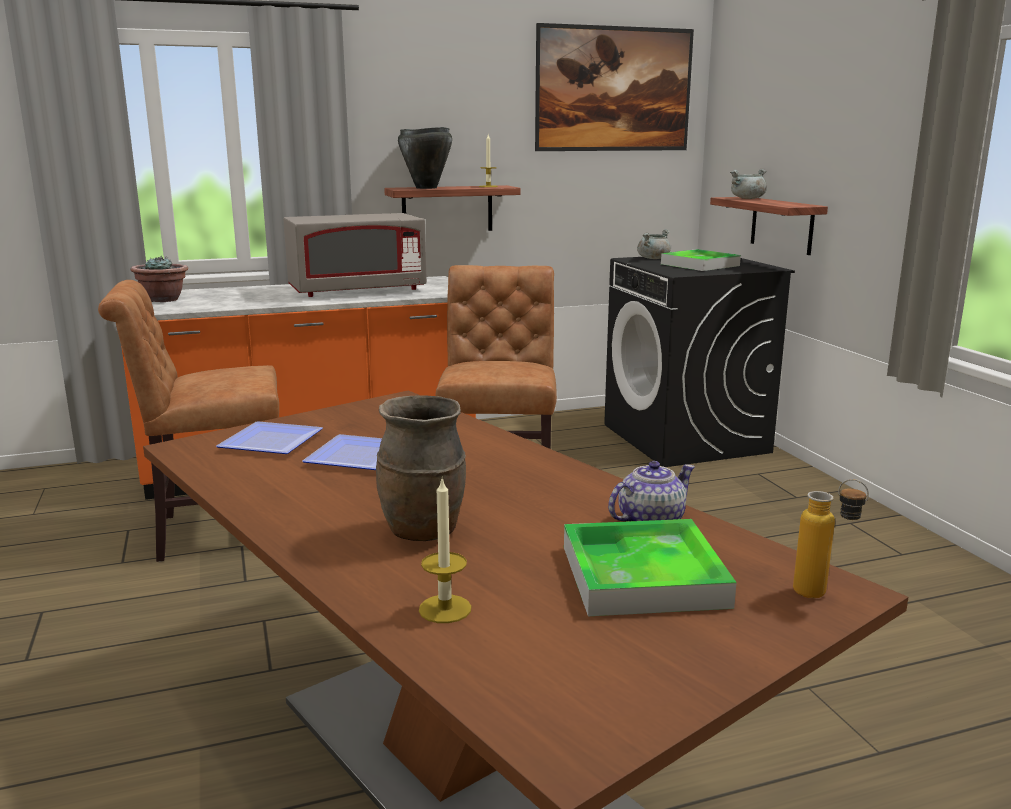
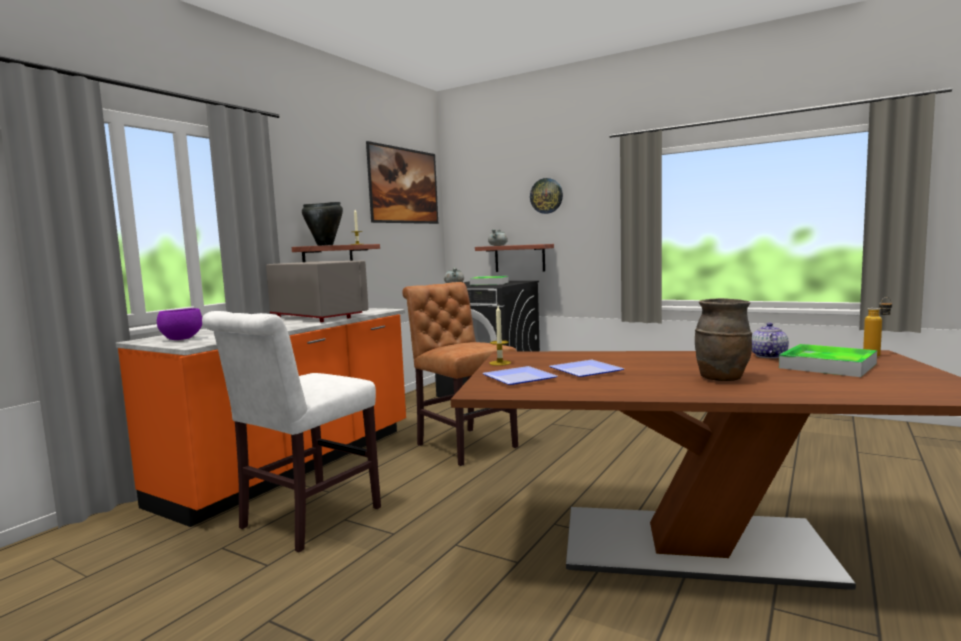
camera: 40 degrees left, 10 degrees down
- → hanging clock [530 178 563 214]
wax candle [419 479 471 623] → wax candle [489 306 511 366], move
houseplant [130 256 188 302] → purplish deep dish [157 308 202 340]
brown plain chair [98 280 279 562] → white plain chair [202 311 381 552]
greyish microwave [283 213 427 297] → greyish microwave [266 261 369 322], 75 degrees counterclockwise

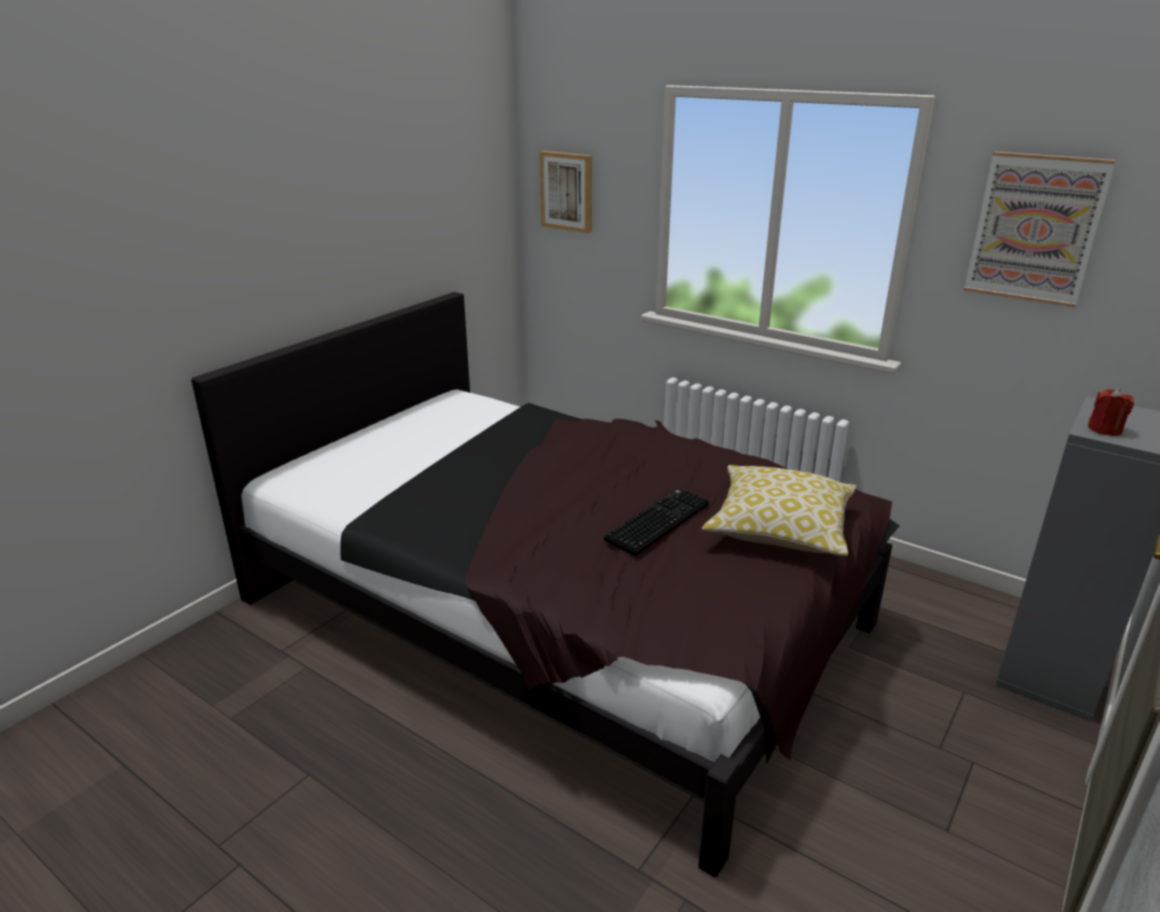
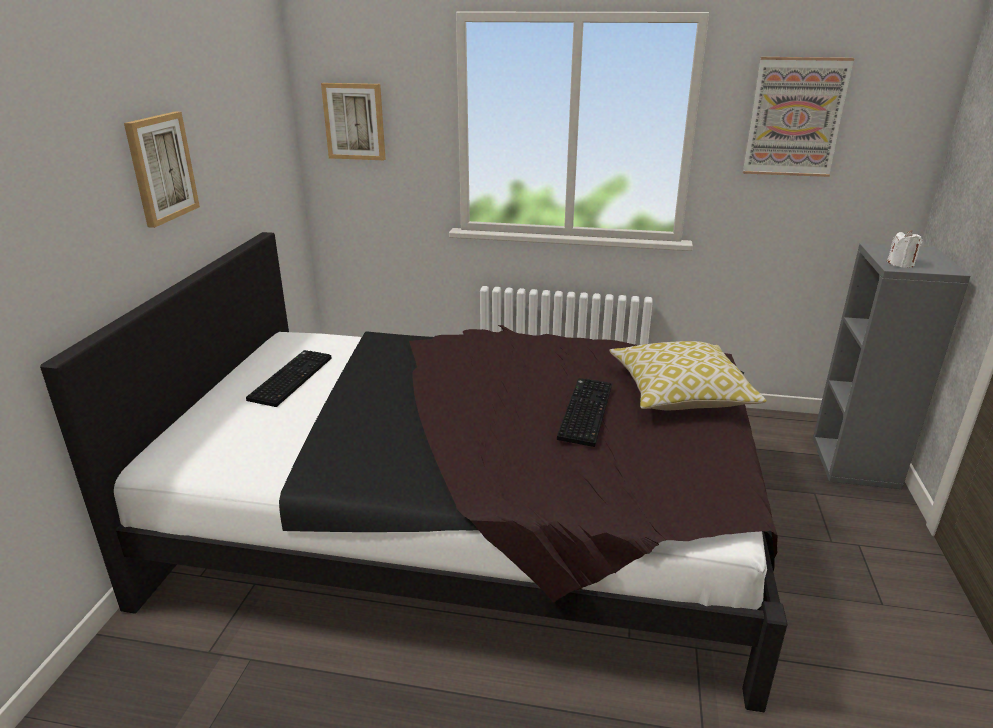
camera: 25 degrees left, 0 degrees up
- → wall picture [124 112 200 228]
- → PC keyboard [246 350 332 407]
red wax candle [1088 388 1134 436] → white wax candle [887 230 923 268]

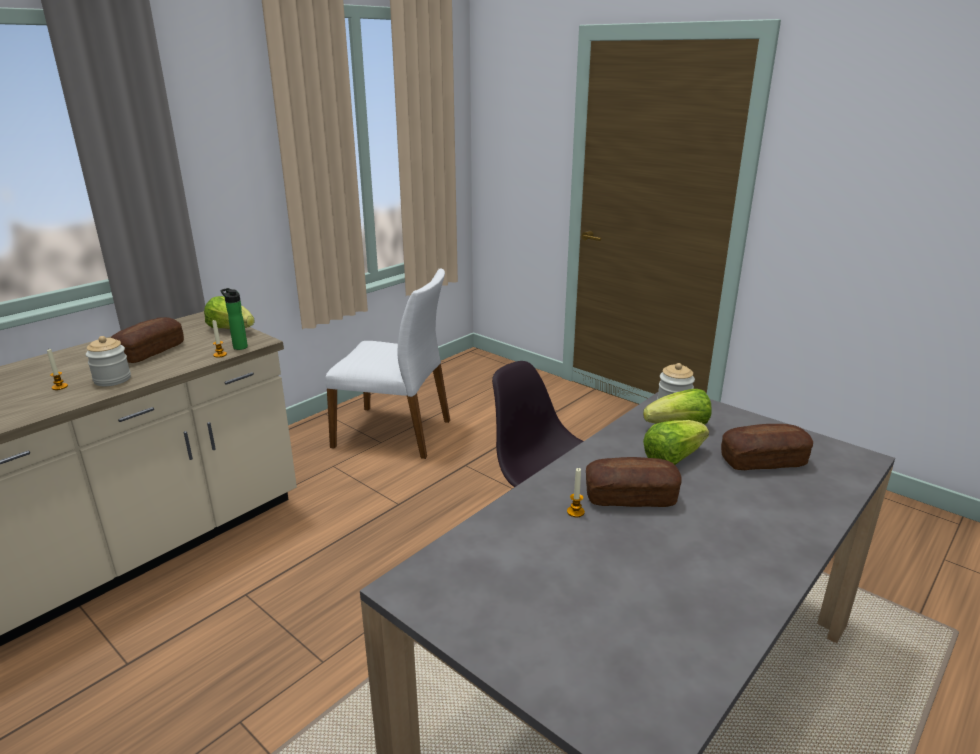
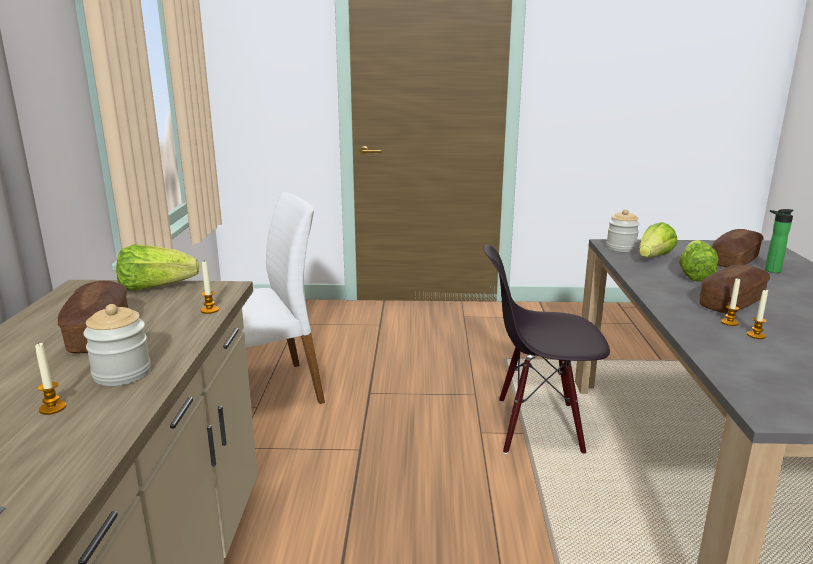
camera: 40 degrees left, 5 degrees down
- → wax candle [747 289 768 339]
bottle [220 288 248 350] → bottle [765 209 794 273], move

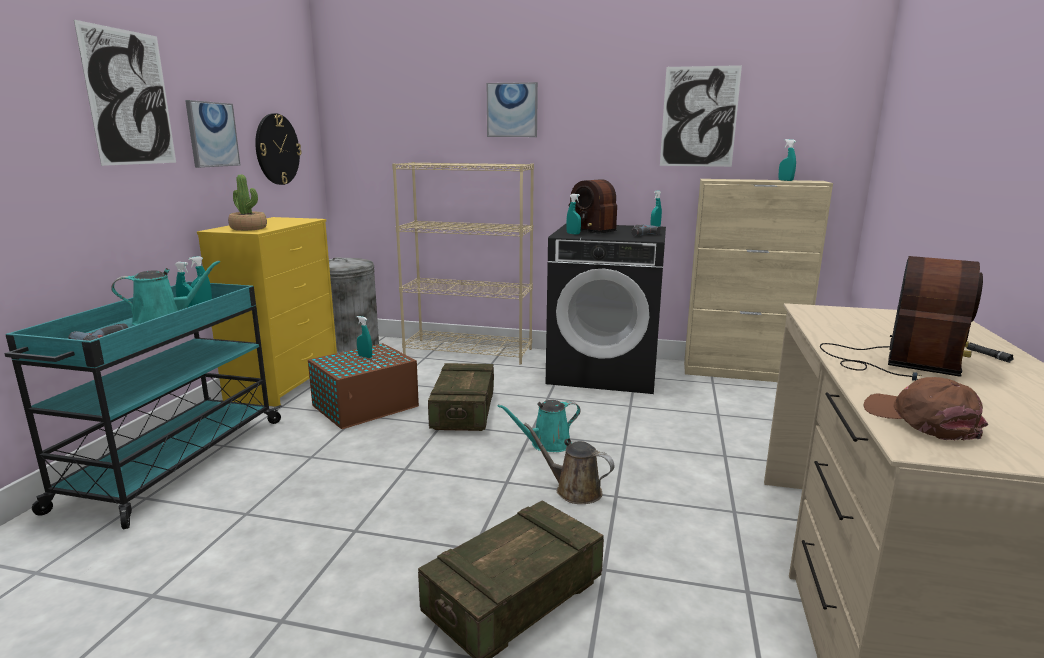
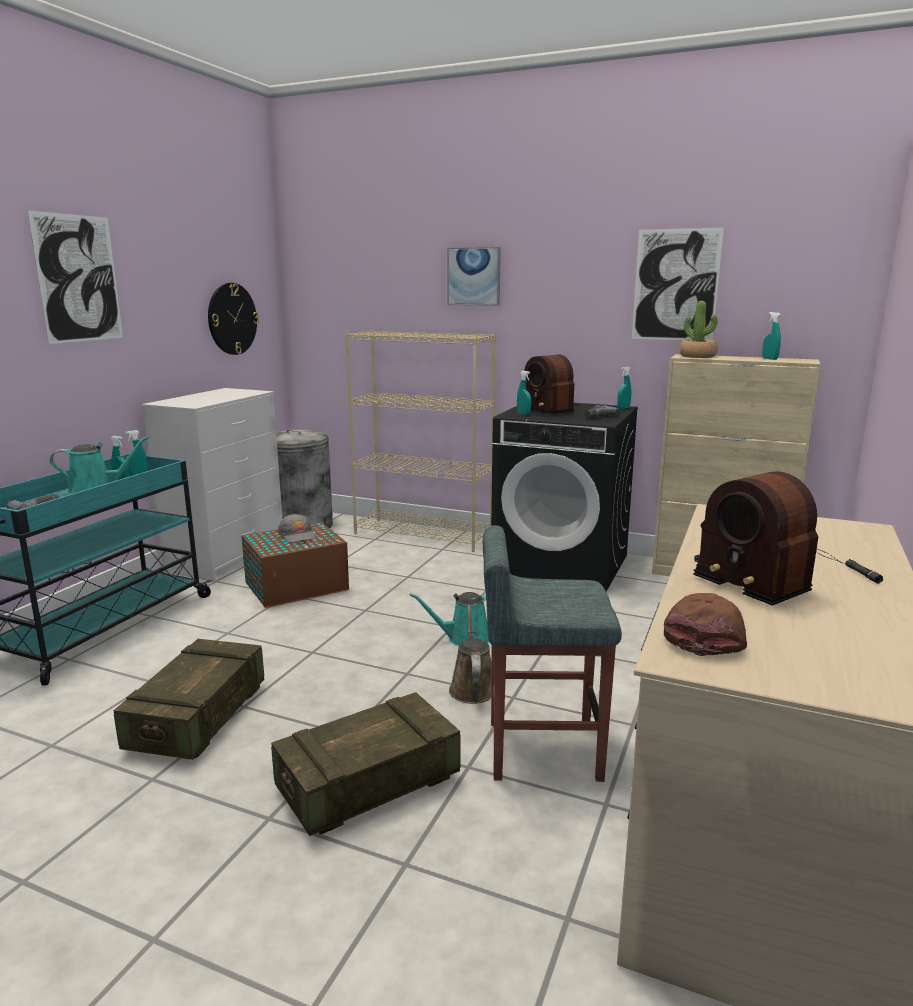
camera: 10 degrees right, 0 degrees up
wall picture [185 100 240 168] → -
- → greyish stool seat [483 525 622 782]
houseplant [228 175 267 231] → houseplant [680 301 718 358], move
shipping crate [428 363 494 431] → shipping crate [113 639 264 760], move
turquoise-coloured spray bottle [357 316 372 358] → greyish baseball cap [278 513 315 543]
yellowish chest of drawers [197 217 337 407] → white chest of drawers [142 388 282 581]
brown sprinkling can [524 423 615 504] → brown sprinkling can [449 606 491 704], 45 degrees clockwise
radio set [820 256 983 381] → radio set [693 471 819 606], 105 degrees clockwise
brown baseball cap [864 377 988 441] → brown baseball cap [664 593 747 656], 45 degrees clockwise

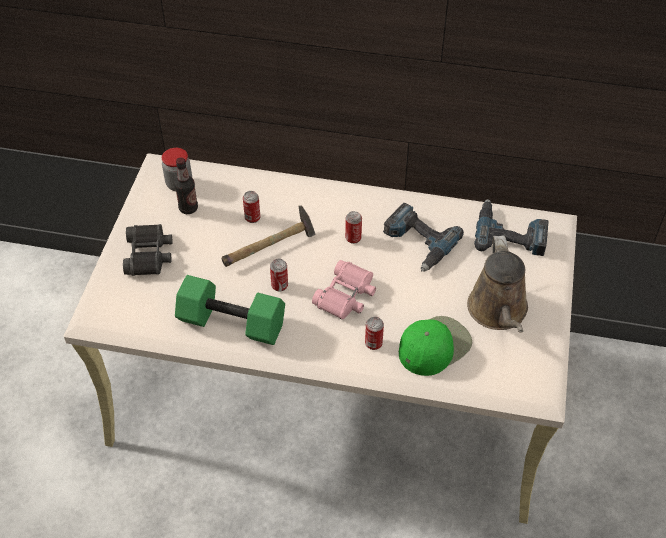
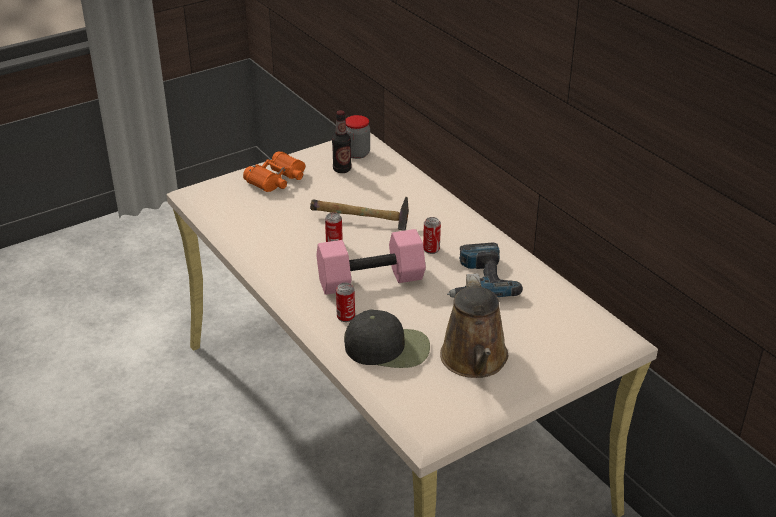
camera: 45 degrees right, 15 degrees down
green-coloured hand weight [175 275 285 345] → -
metal can [243 191 260 223] → -
electric drill [474 199 549 256] → -
pink-coloured binoculars [312 260 376 319] → pink-coloured hand weight [316 229 426 295]
black-coloured binoculars [123 224 172 276] → orange-coloured binoculars [243 152 305 192]
green-coloured baseball cap [399 316 472 376] → black-coloured baseball cap [344 310 430 368]
brown sprinkling can [467 235 528 333] → brown sprinkling can [440 273 508 378], 45 degrees counterclockwise

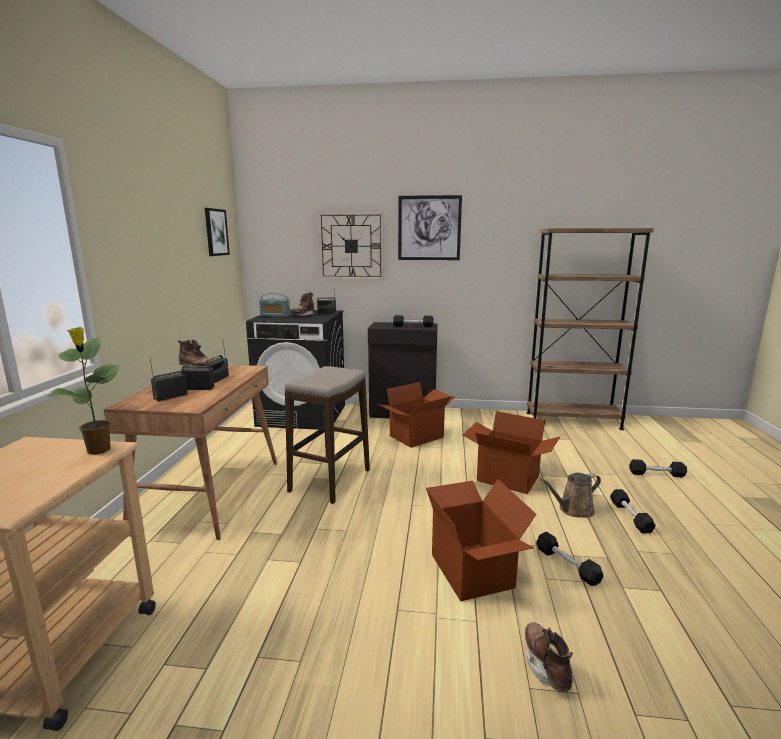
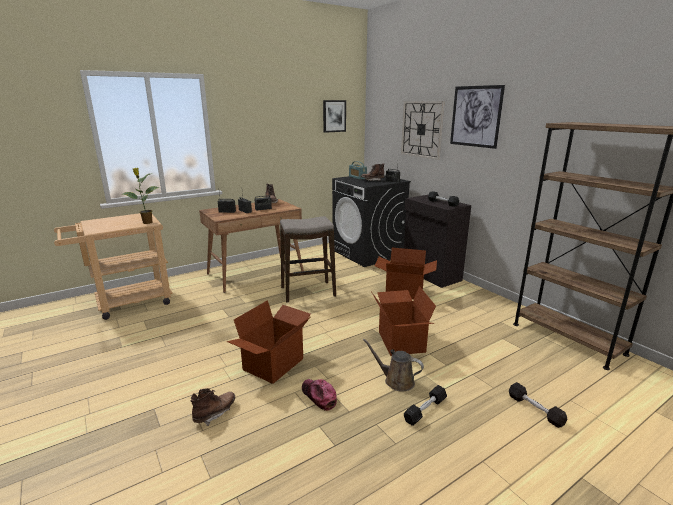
camera: 50 degrees right, 5 degrees up
black-coloured hand weight [536 532 604 586] → baseball cap [302 379 337 411]

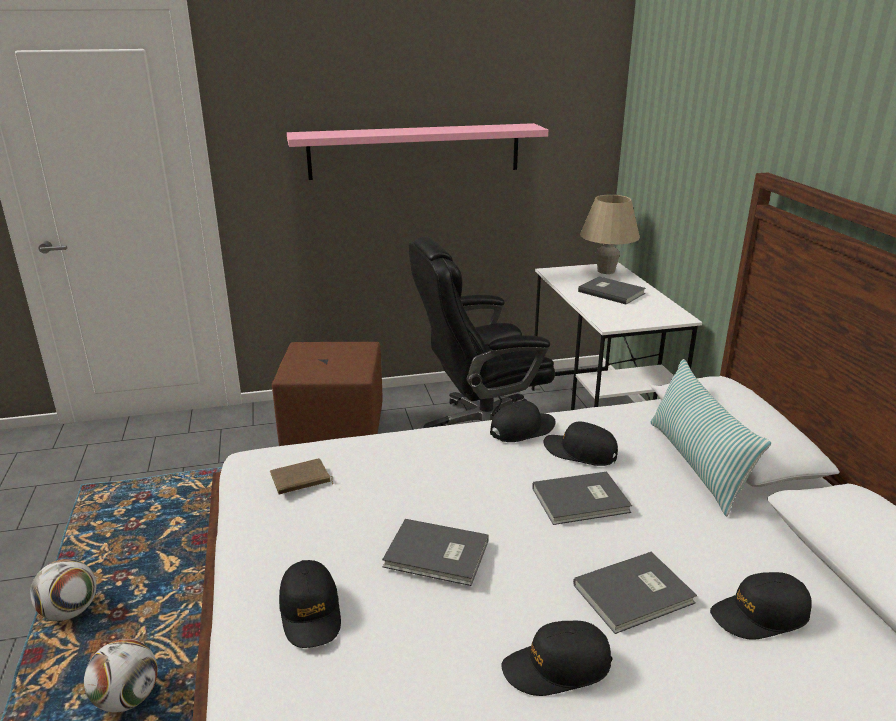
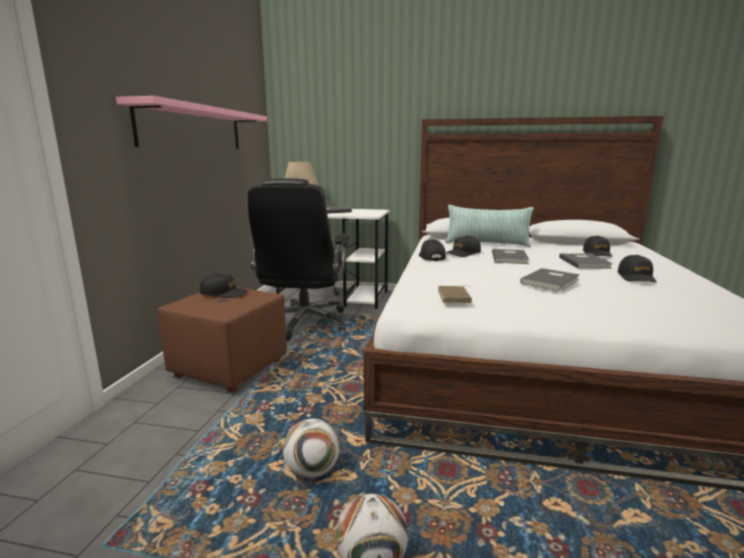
camera: 65 degrees left, 10 degrees down
football [84 639 158 712] → football [283 419 339 478], move
black-coloured baseball cap [279 560 341 648] → black-coloured baseball cap [200 274 248 298], move

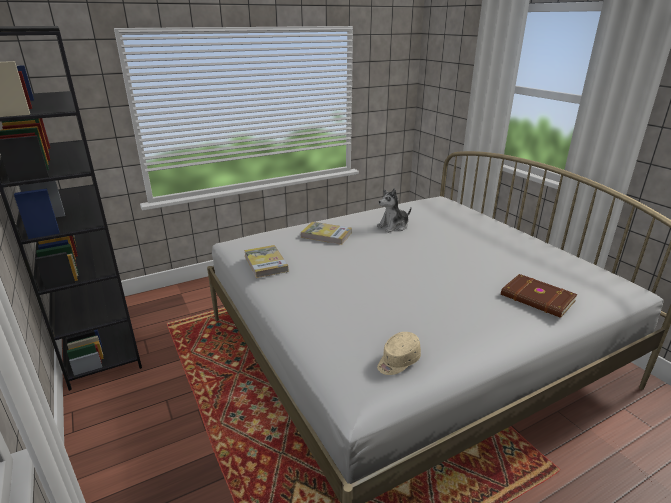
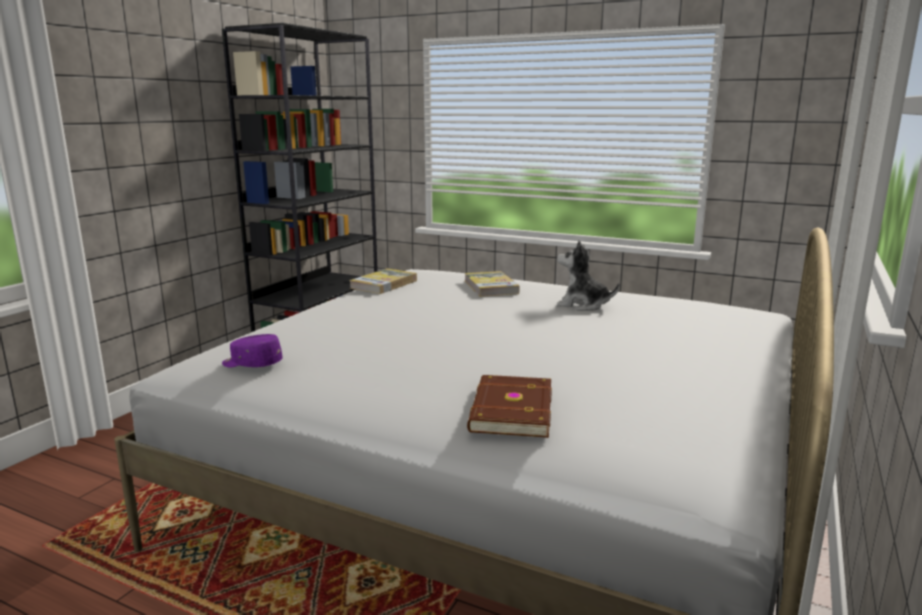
camera: 55 degrees right, 10 degrees down
sand-coloured baseball cap [377 332 421 375] → purplish baseball cap [222 334 283 368]

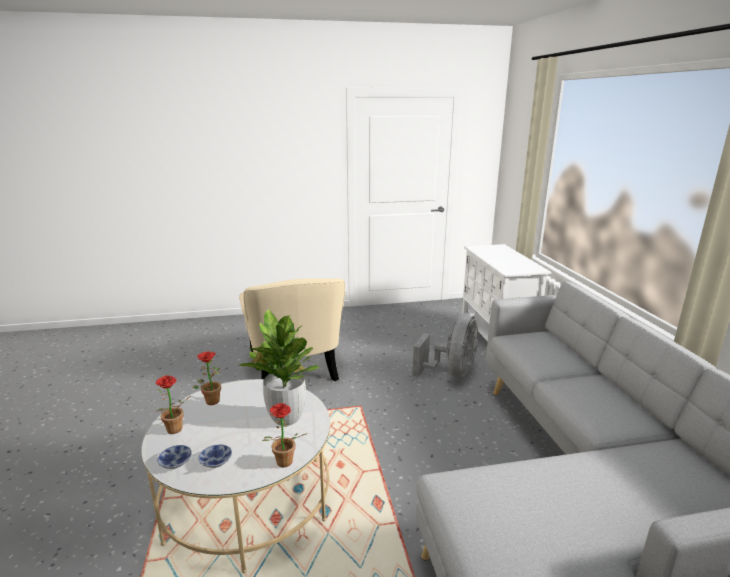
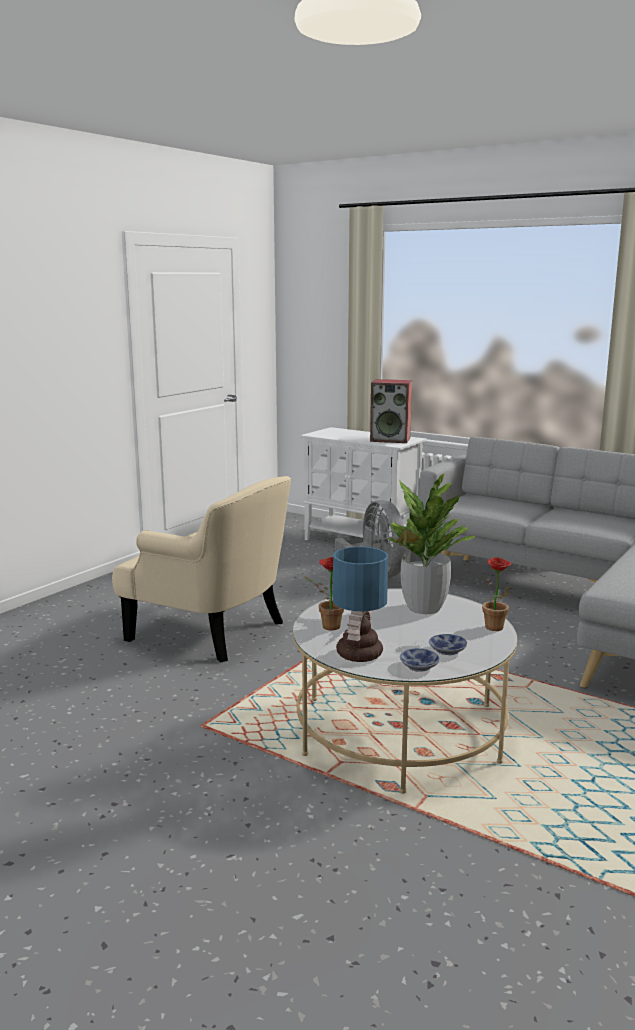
camera: 45 degrees left, 5 degrees down
- → audio speaker [370 379 412 443]
houseplant [156 375 191 434] → tabletop lamp [333 547 388 662]

